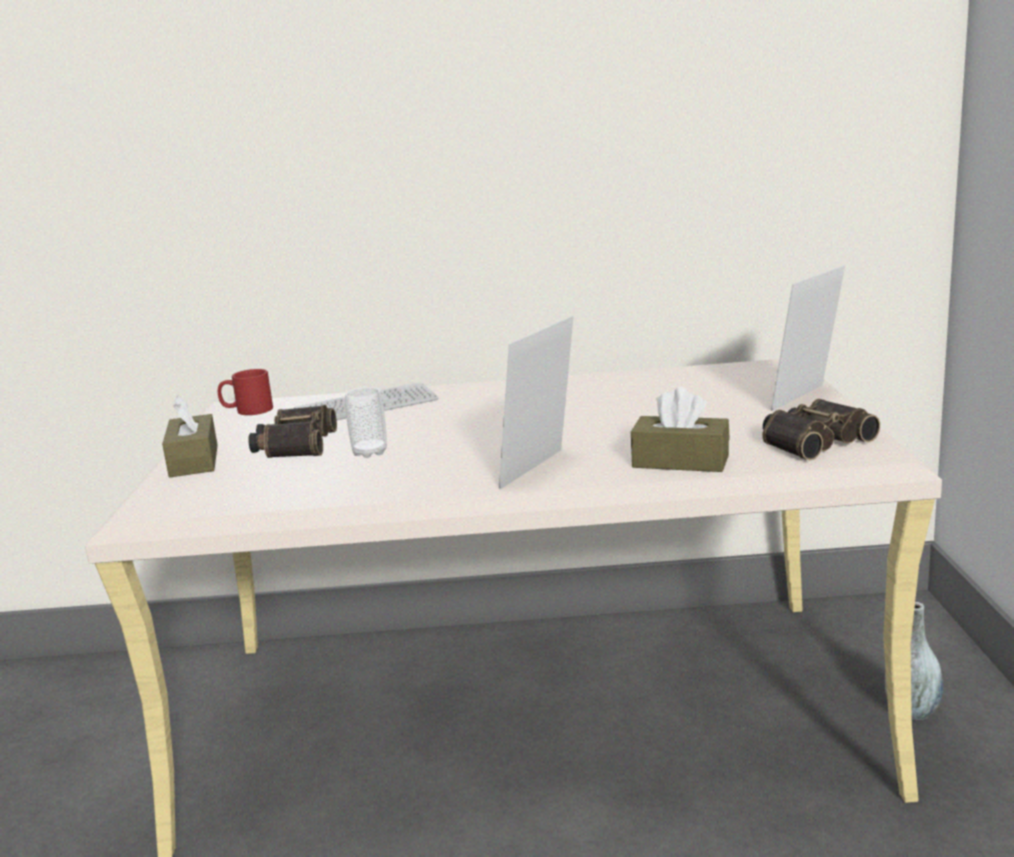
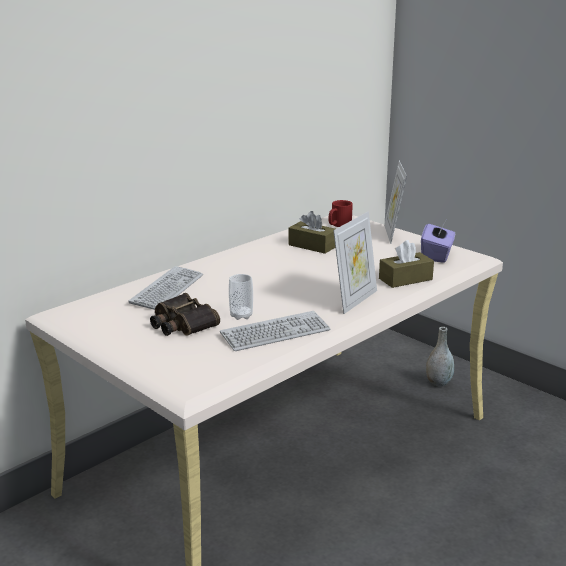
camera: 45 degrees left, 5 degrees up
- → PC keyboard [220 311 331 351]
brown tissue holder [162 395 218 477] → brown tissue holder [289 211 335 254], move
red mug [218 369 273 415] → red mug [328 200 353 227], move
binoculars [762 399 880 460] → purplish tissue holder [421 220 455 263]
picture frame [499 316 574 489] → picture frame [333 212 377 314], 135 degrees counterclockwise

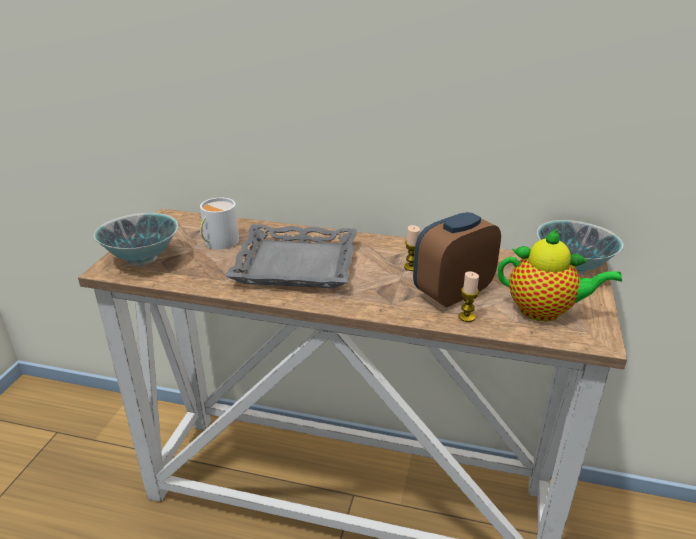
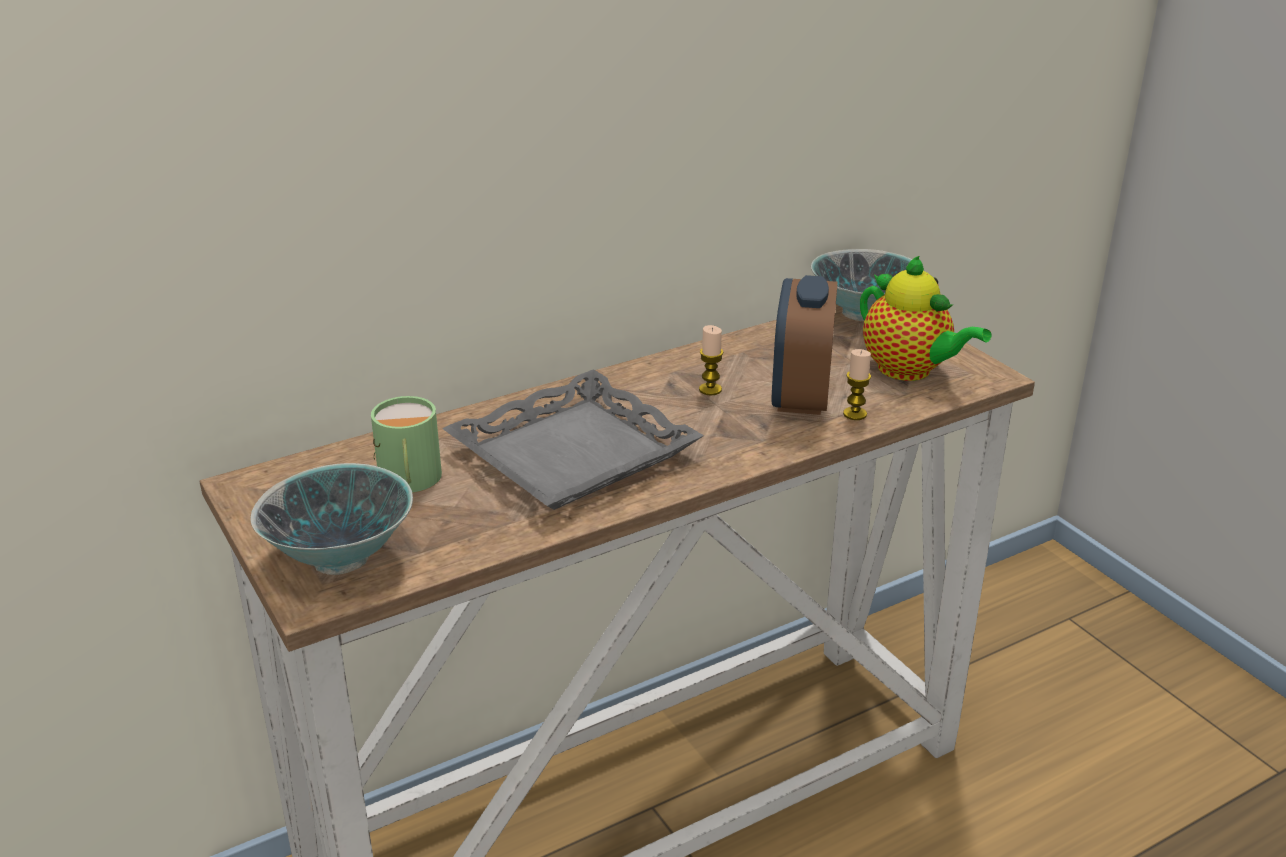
camera: 45 degrees left, 0 degrees up
white mug [200 198 239 250] → green-coloured mug [371 396 442 493]
tea pot [498 229 622 321] → tea pot [860 256 992 381], 75 degrees clockwise

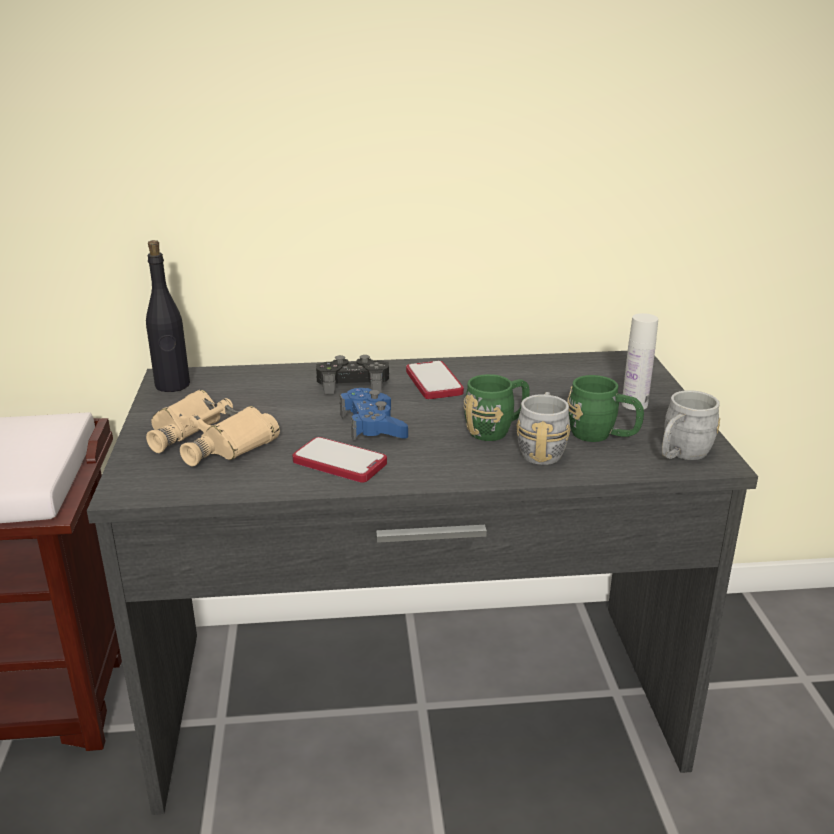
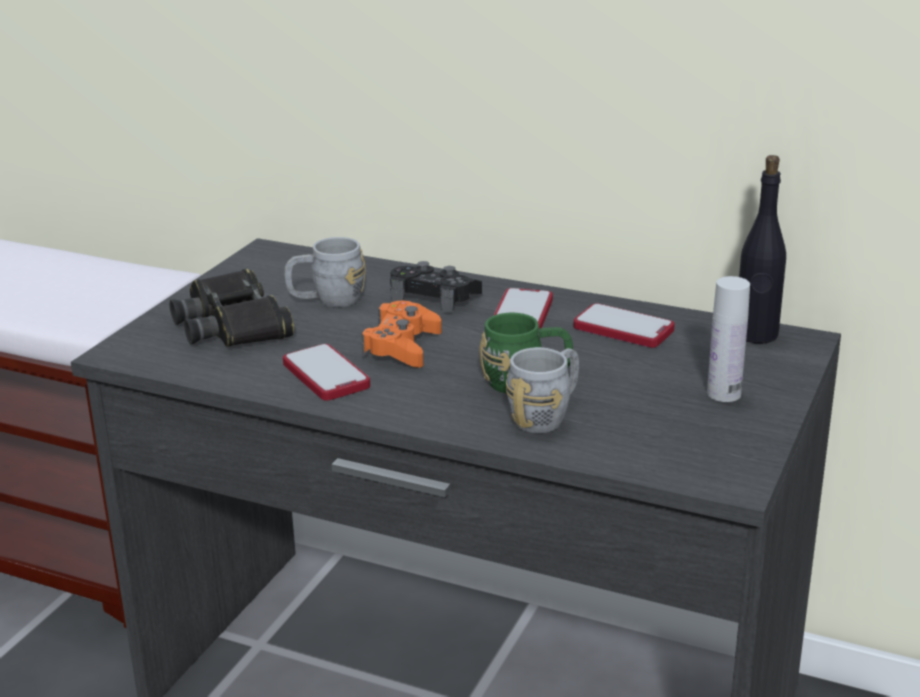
camera: 30 degrees right, 0 degrees up
green-coloured mug [567 375 644 442] → -
- → phone [574 303 674 348]
black-coloured bottle [146 240 190 392] → black-coloured bottle [739 155 786 344], move
greyish mug [662 390 720 460] → greyish mug [284 237 366 307], move
sand-coloured binoculars [146 390 280 466] → black-coloured binoculars [170 269 294 347]
blue joypad [340 388 408 441] → orange-coloured joypad [361 301 442 368]

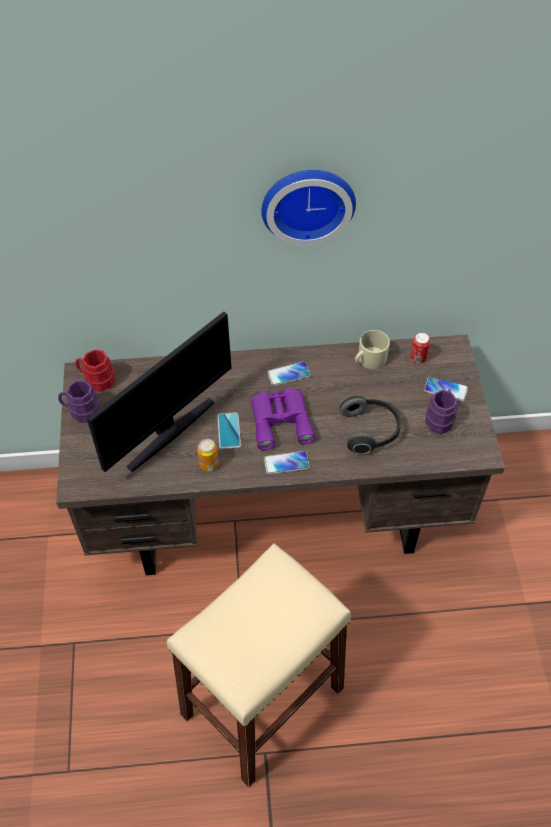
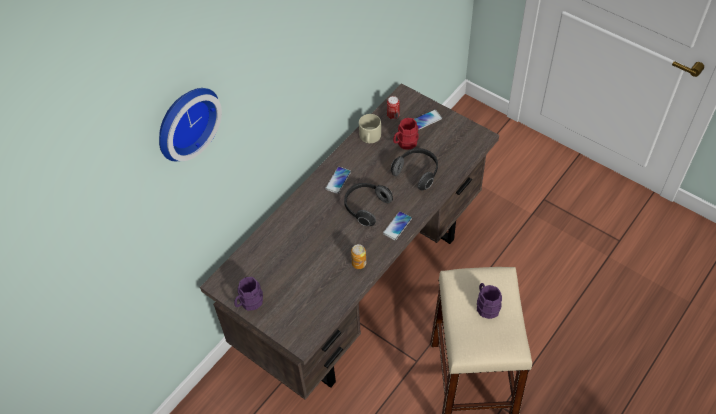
camera: 45 degrees left, 0 degrees up
computer screen [87 312 232 472] → -
phone [218 412 241 449] → -
red mug [76 349 115 392] → red mug [393 118 419 150], move
hanging clock [261 170 356 246] → hanging clock [159 88 222 161], move
purplish mug [425 389 458 434] → purplish mug [477 283 502 319], move
purplish binoculars [251 388 316 450] → pair of headphones [344 183 393 226]

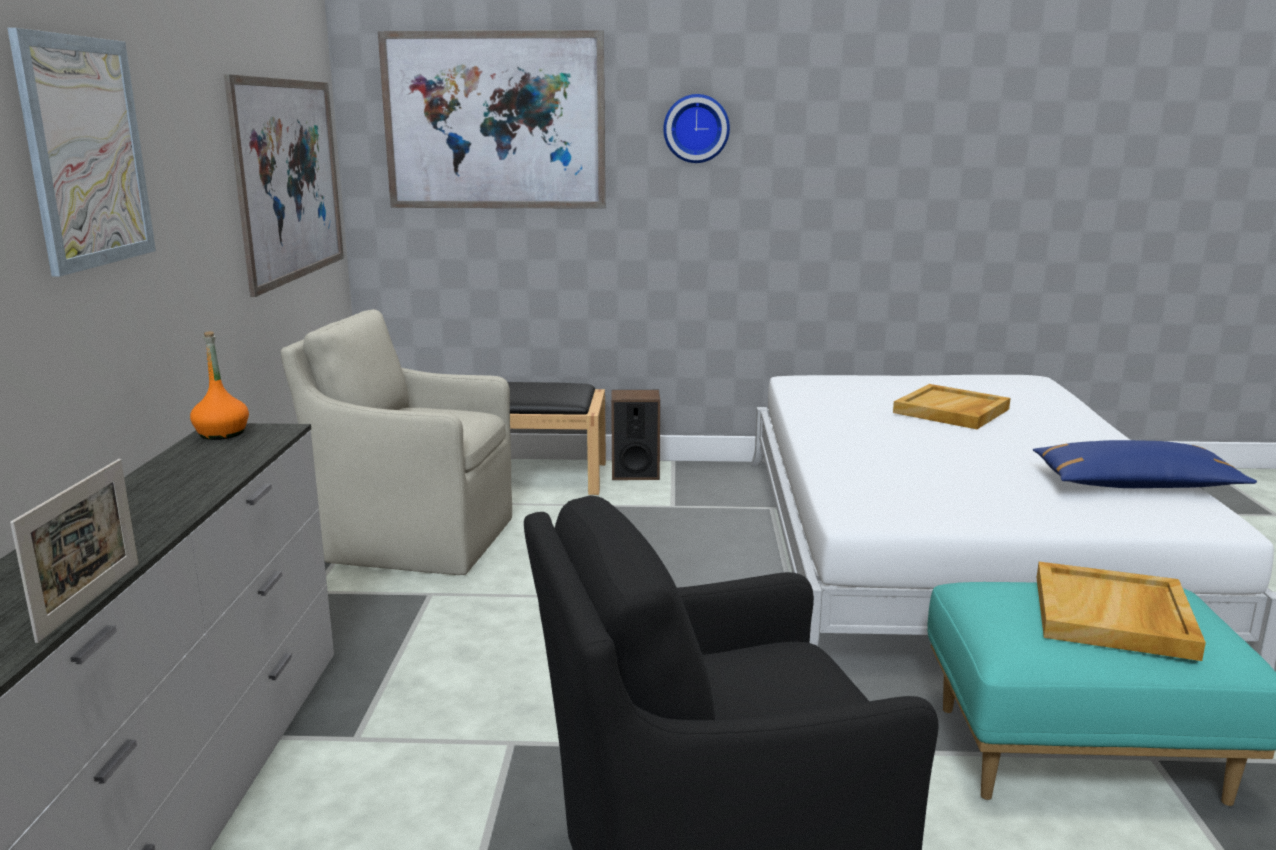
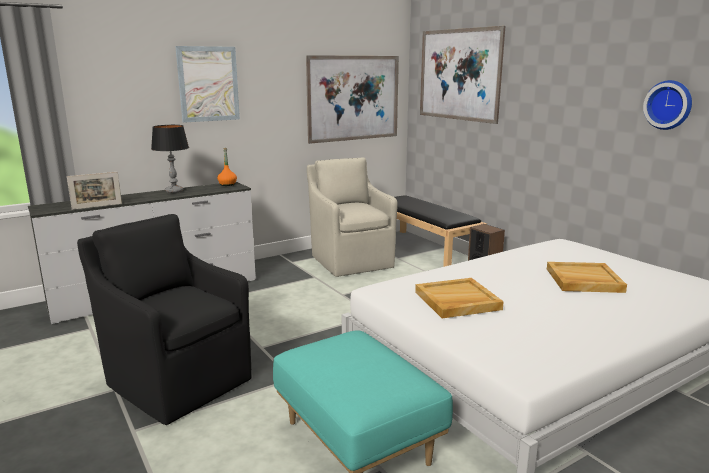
camera: 55 degrees right, 0 degrees up
blue throw pillow [1033 440 1257 488] → -
- → tabletop lamp [151 125 189 193]
hanging clock [663 94 730 163] → hanging clock [643 80 692 130], move
sand-coloured serving tray [1037 562 1206 661] → sand-coloured serving tray [415 278 504 319], move

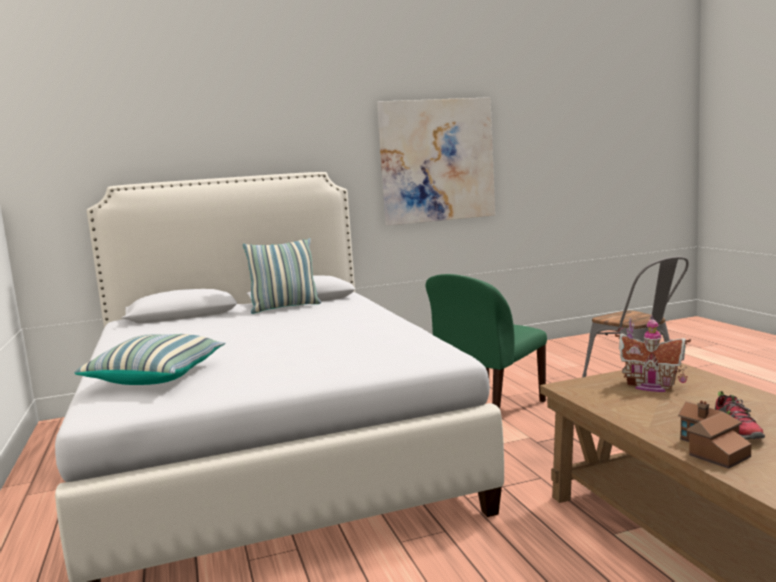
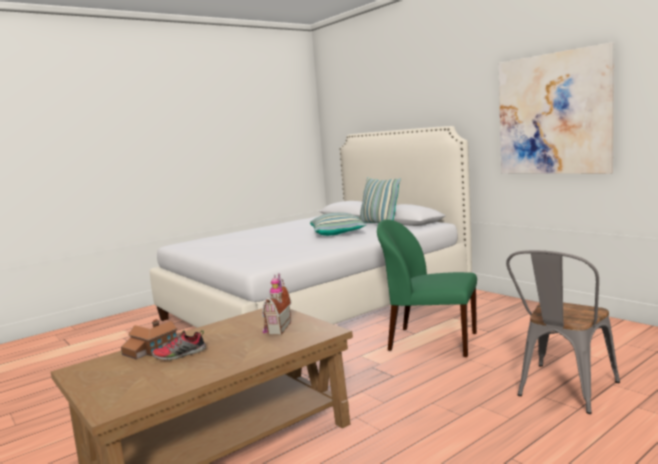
camera: 70 degrees right, 0 degrees up
throw pillow [75 334 226 385] → throw pillow [310 213 366 236], move

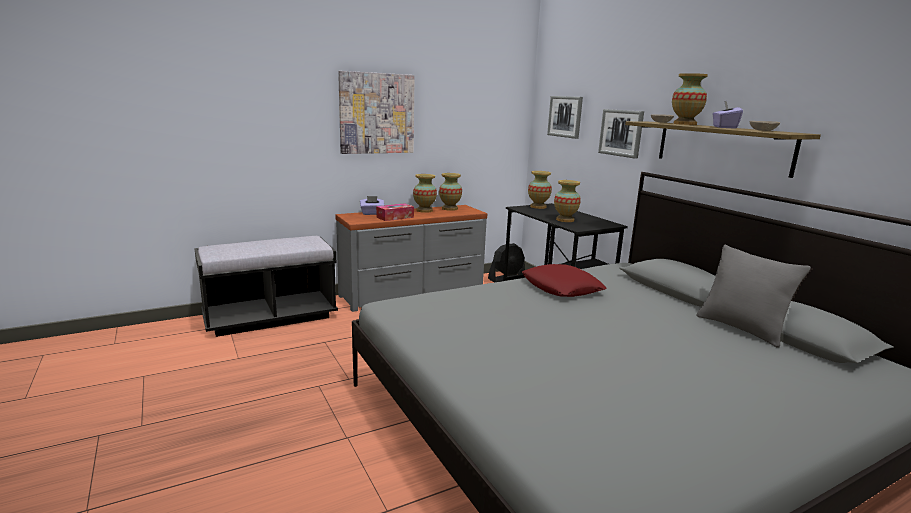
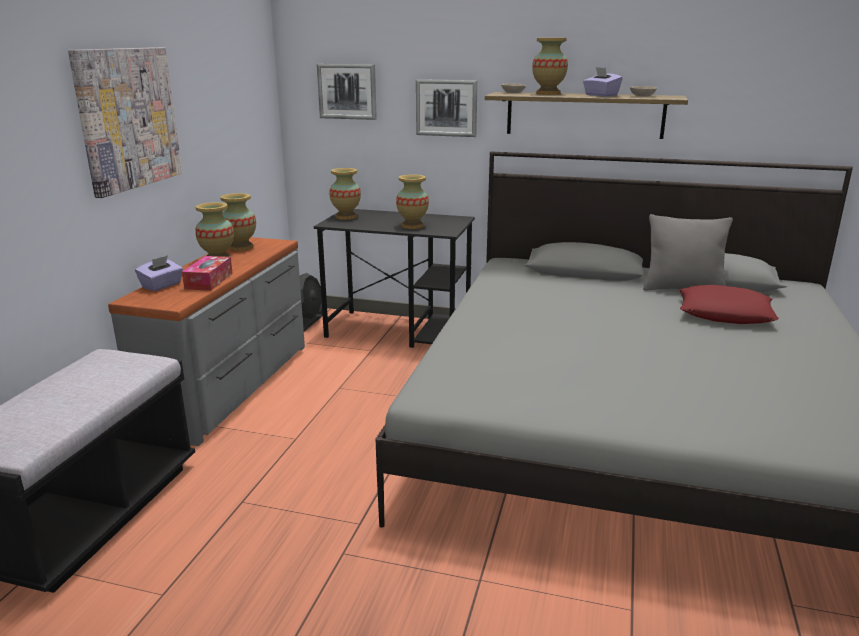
camera: 45 degrees left, 5 degrees up
red throw pillow [522 264 607 297] → red throw pillow [679 285 779 324], move

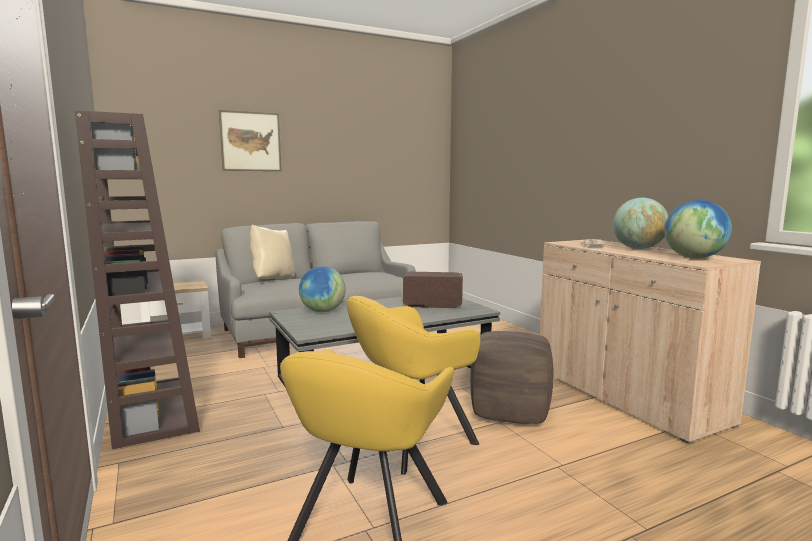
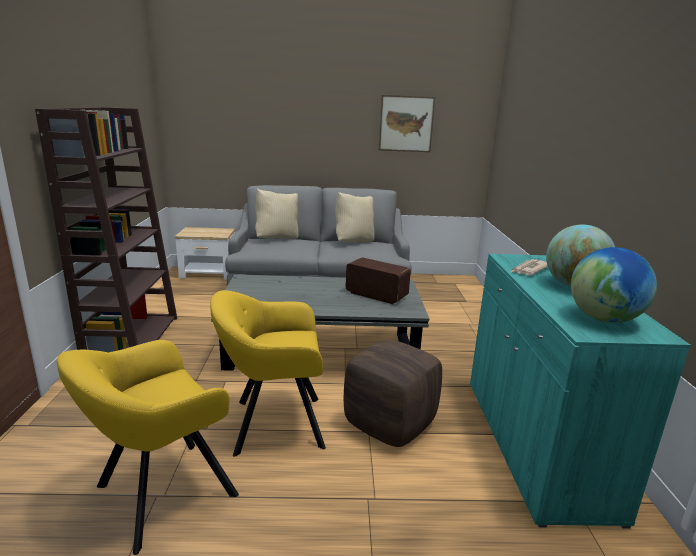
camera: 25 degrees right, 10 degrees up
desk globe [299 266 345 312] → -
- → sand-coloured throw pillow [336 192 375 242]
wall picture [219 110 281 171] → wall picture [379 95 435 152], move
sand-coloured cabinet [540 240 761 445] → turquoise-coloured cabinet [470 254 691 529]

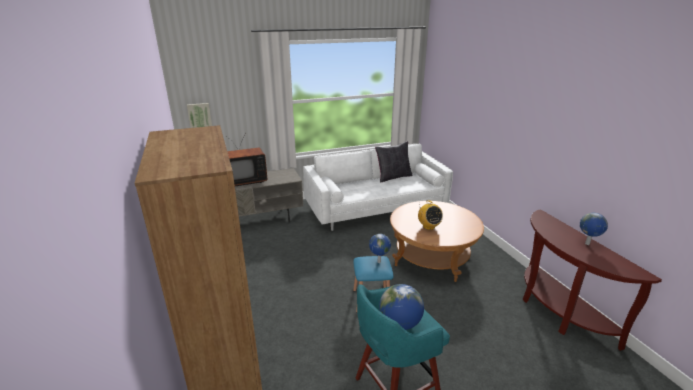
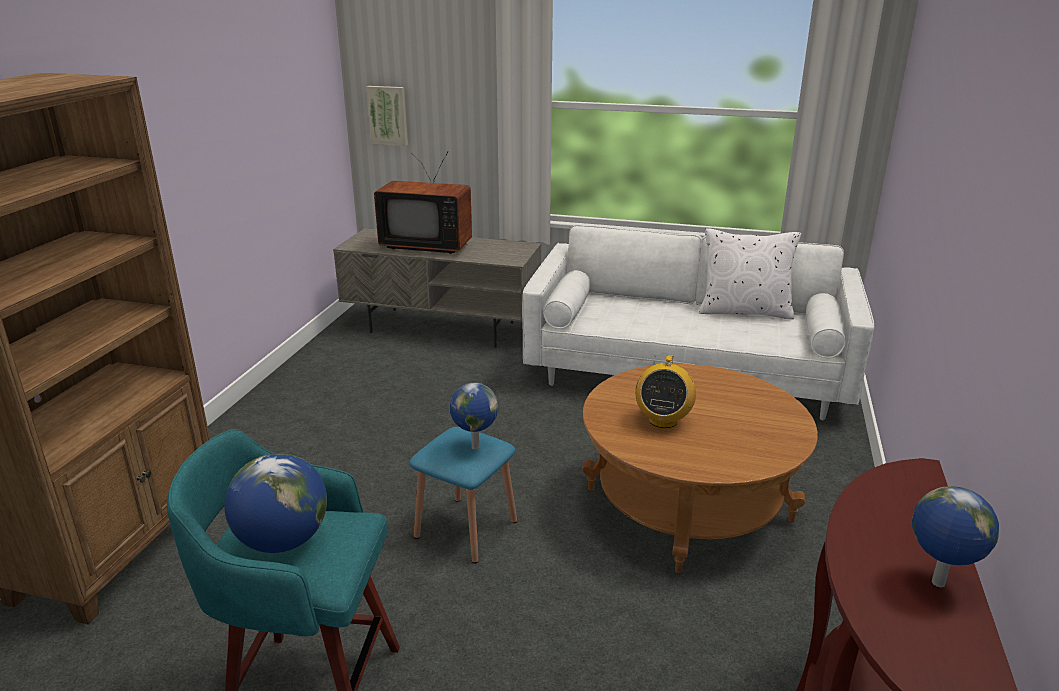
camera: 35 degrees right, 0 degrees up
black-coloured throw pillow [375 141 413 183] → white throw pillow [699 228 801 320]

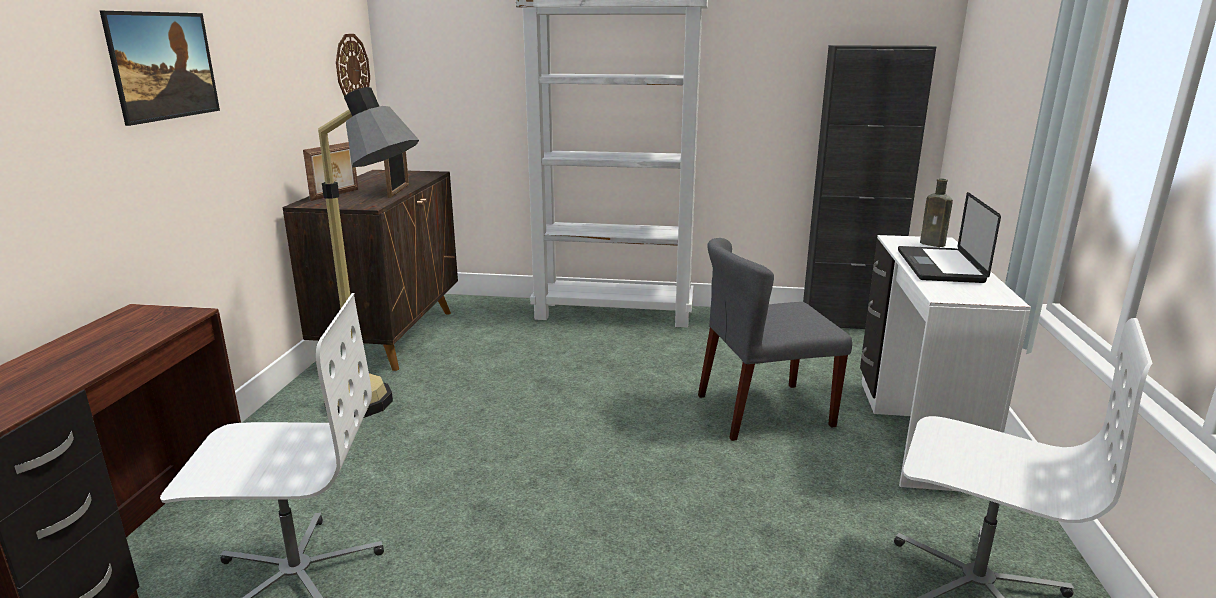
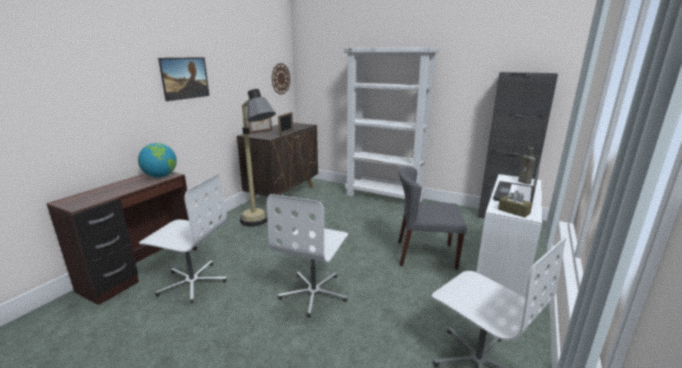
camera: 20 degrees right, 0 degrees up
- → desk globe [138 143 177 177]
- → white office chair [267 194 348 317]
- → brown tissue holder [498 191 533 218]

